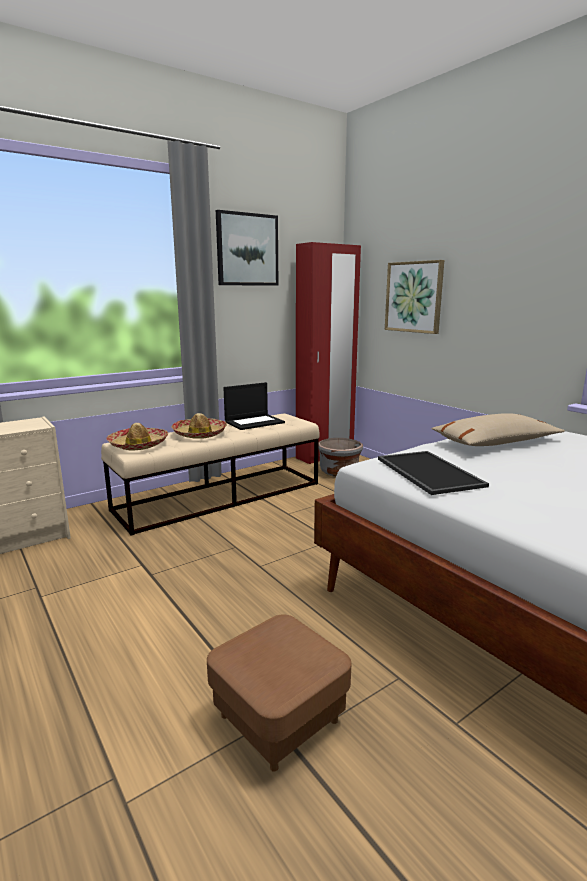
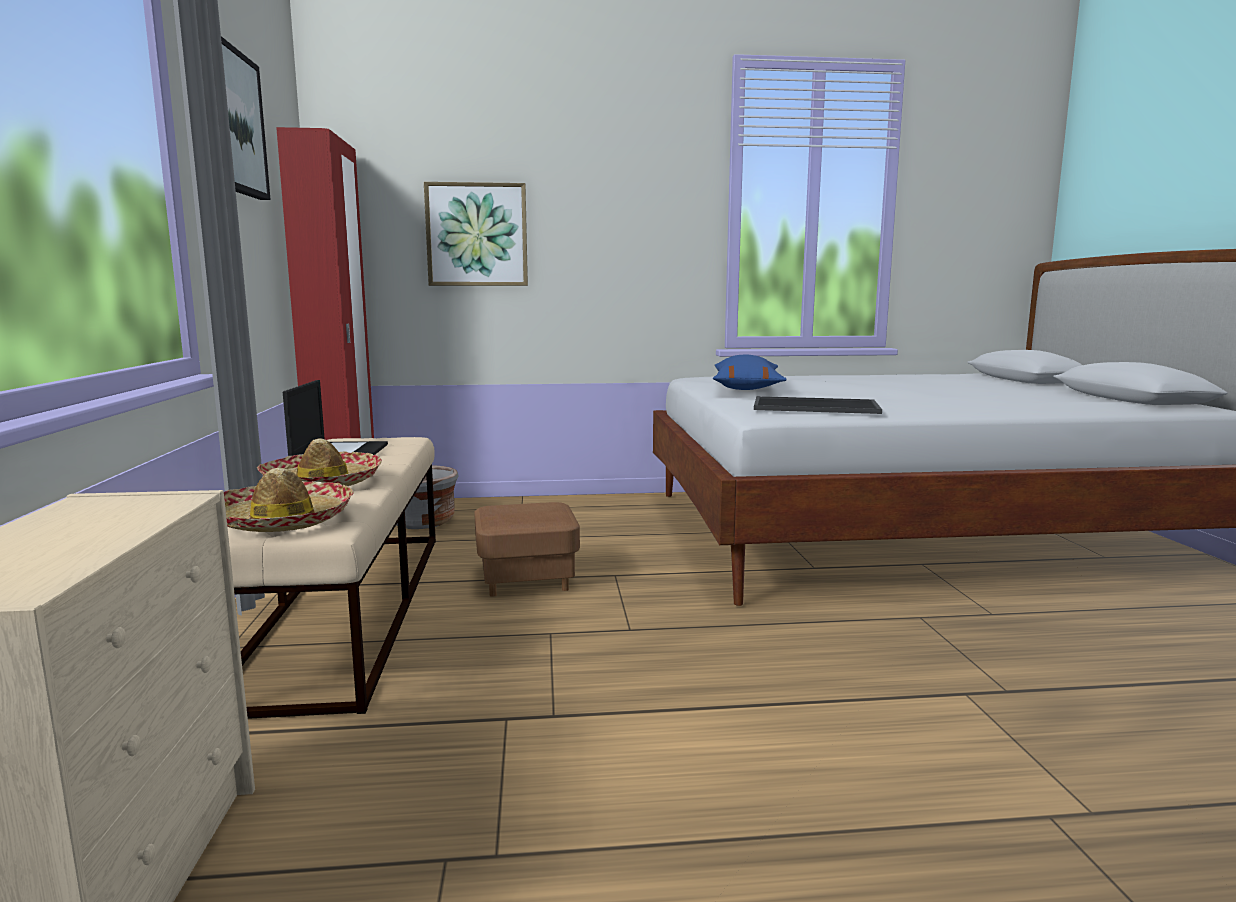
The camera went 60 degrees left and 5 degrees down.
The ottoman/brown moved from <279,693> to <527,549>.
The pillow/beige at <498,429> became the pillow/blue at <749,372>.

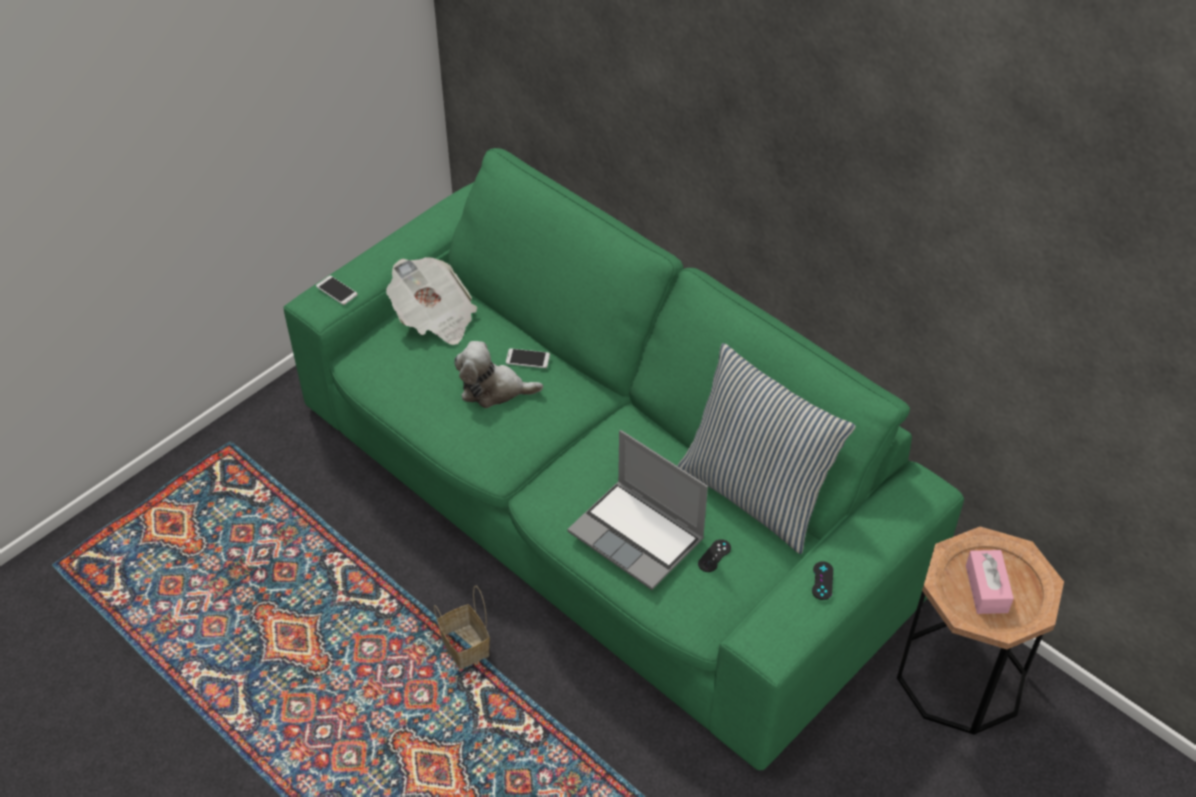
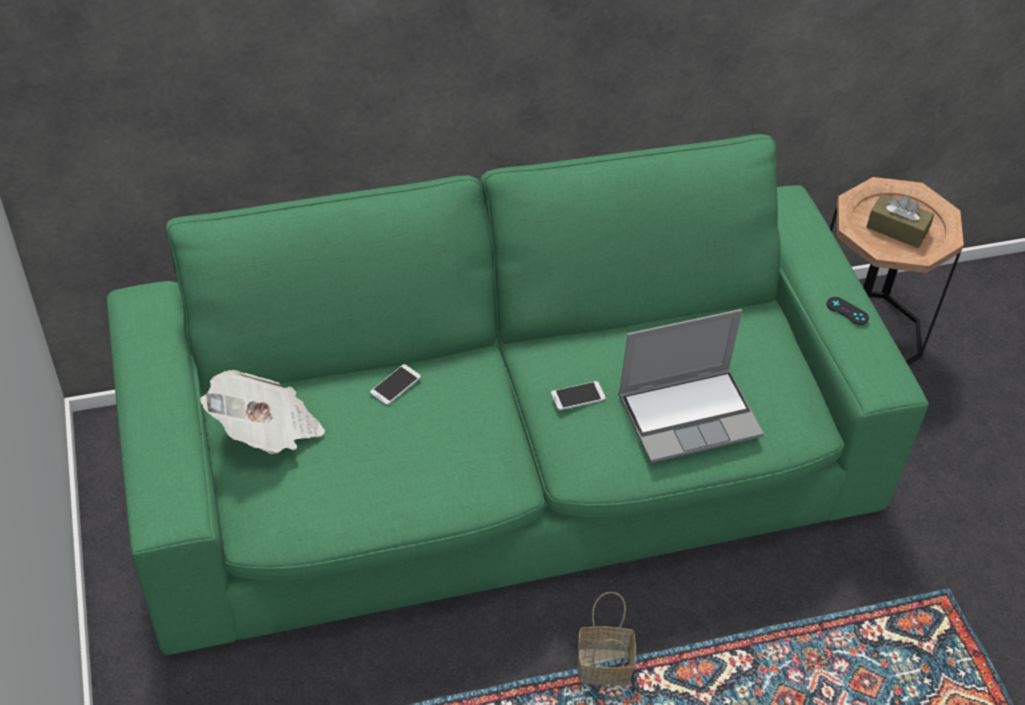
The camera went 60 degrees left and 0 degrees up.
The phone moved from <337,290> to <578,395>.
The tissue box/pink at <990,582> became the tissue box/brown at <900,221>.
The plush toy at <498,374> disappeared.
The pillow at <767,448> disappeared.
The game controller/black at <714,555> disappeared.

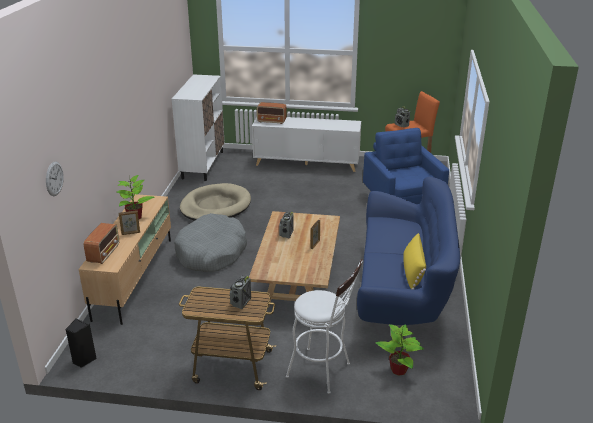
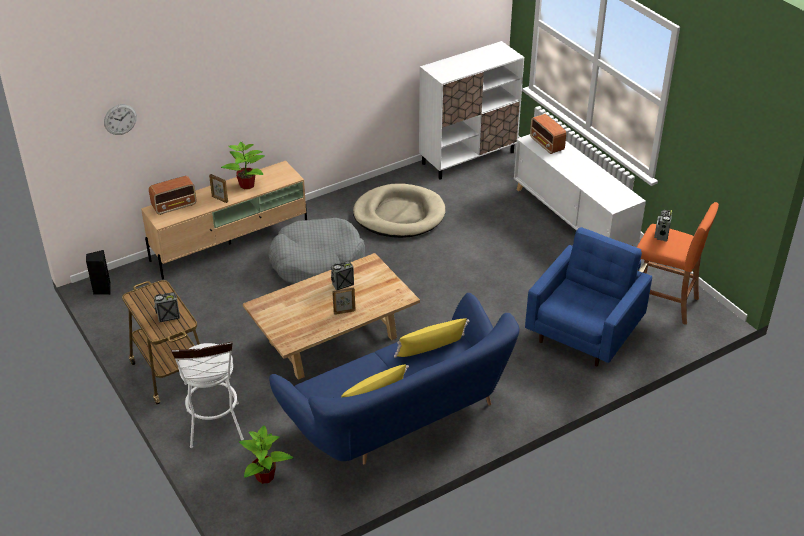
The camera went 50 degrees right and 10 degrees up.
The pillow/yellow at <431,338> appeared.

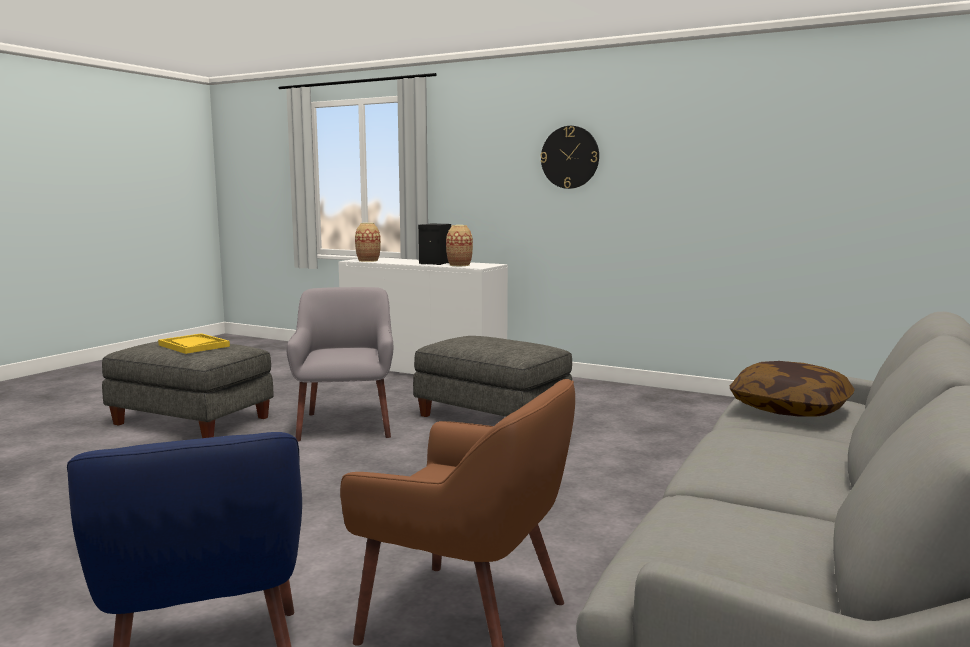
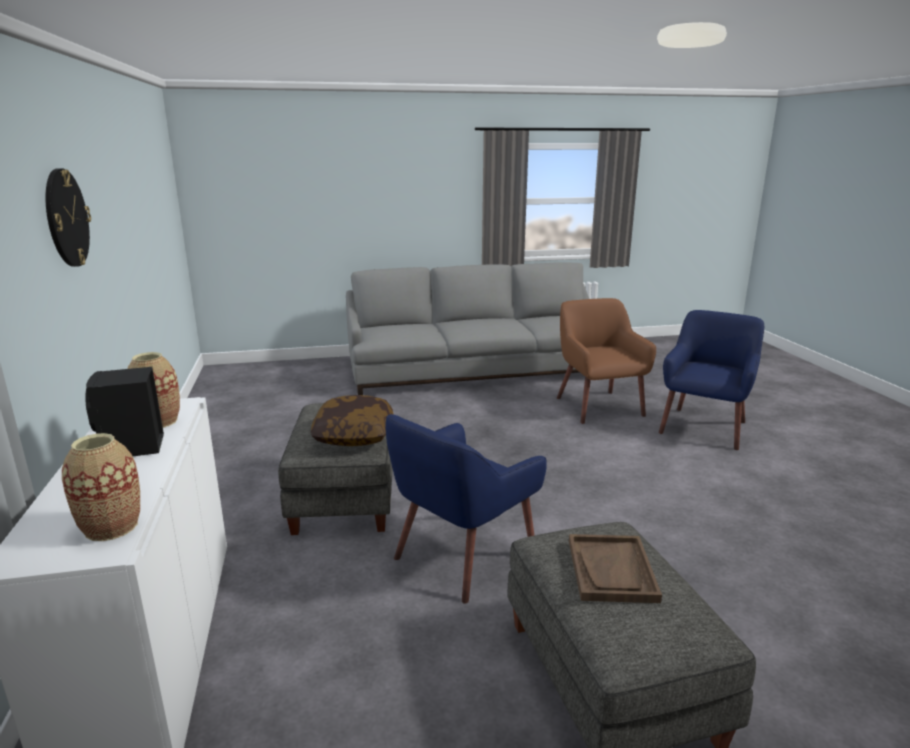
The camera went 130 degrees left and 10 degrees up.
The pillow moved from <792,389> to <352,420>.
The armchair/grey at <340,364> became the armchair/blue at <466,509>.
The tray/yellow at <194,343> became the tray/brown at <615,568>.

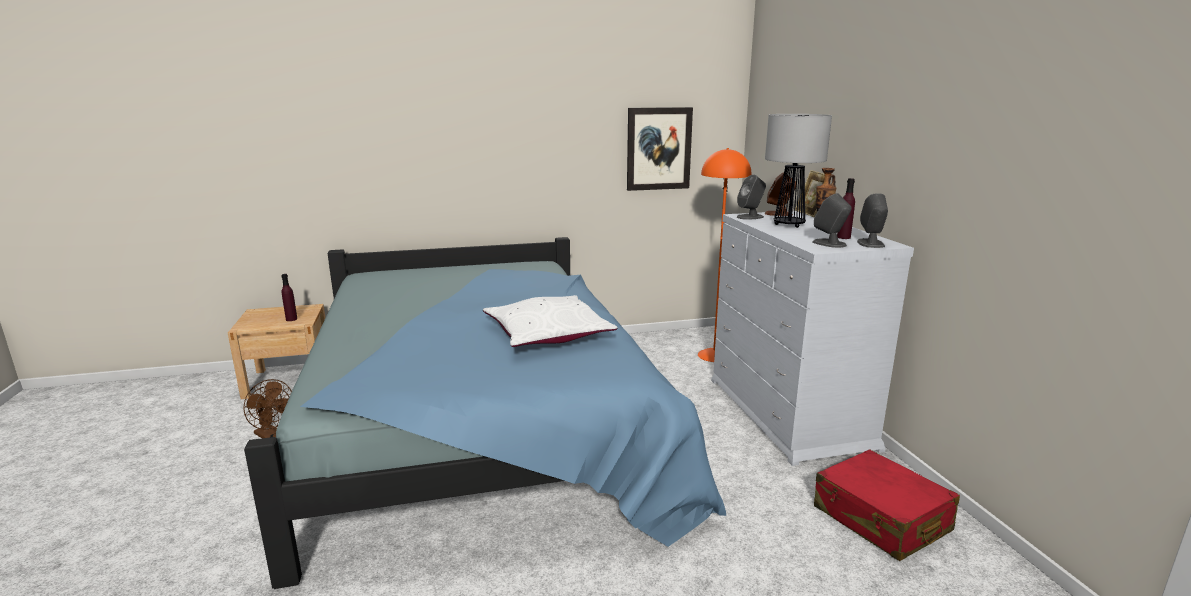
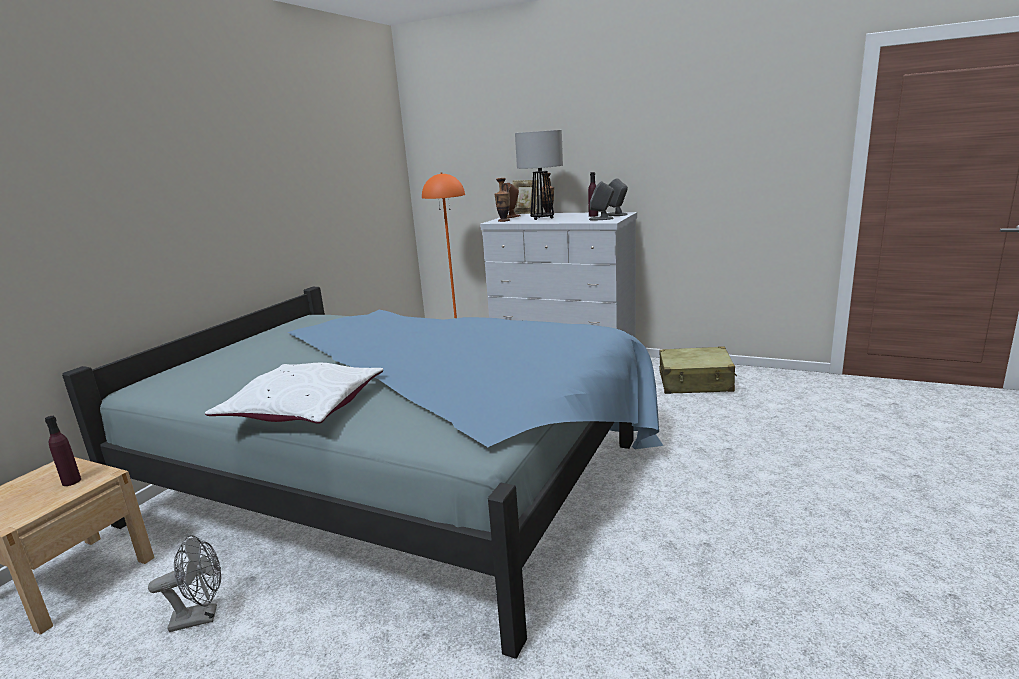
The camera went 50 degrees left and 0 degrees up.
The fan/brown at <267,408> became the fan/grey at <184,583>.
The pillow/white moved from <550,321> to <294,393>.
The speaker/grey at <751,197> was replaced by the vase at <502,200>.
The suitcase/red at <887,505> became the suitcase/beige at <698,370>.
The picture at <660,149> disappeared.

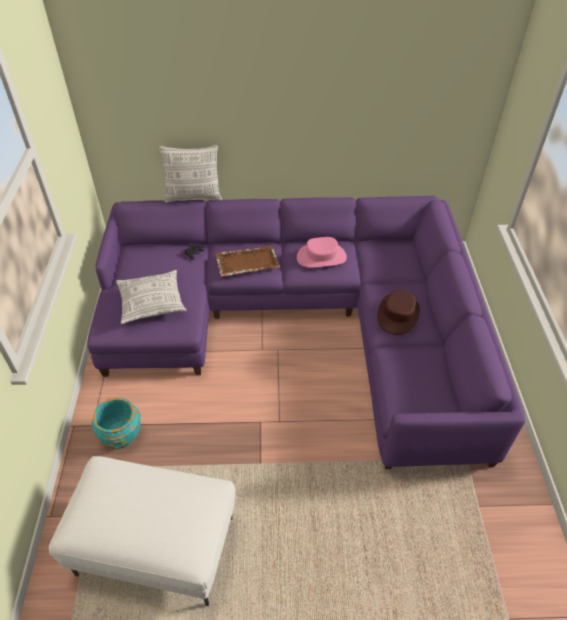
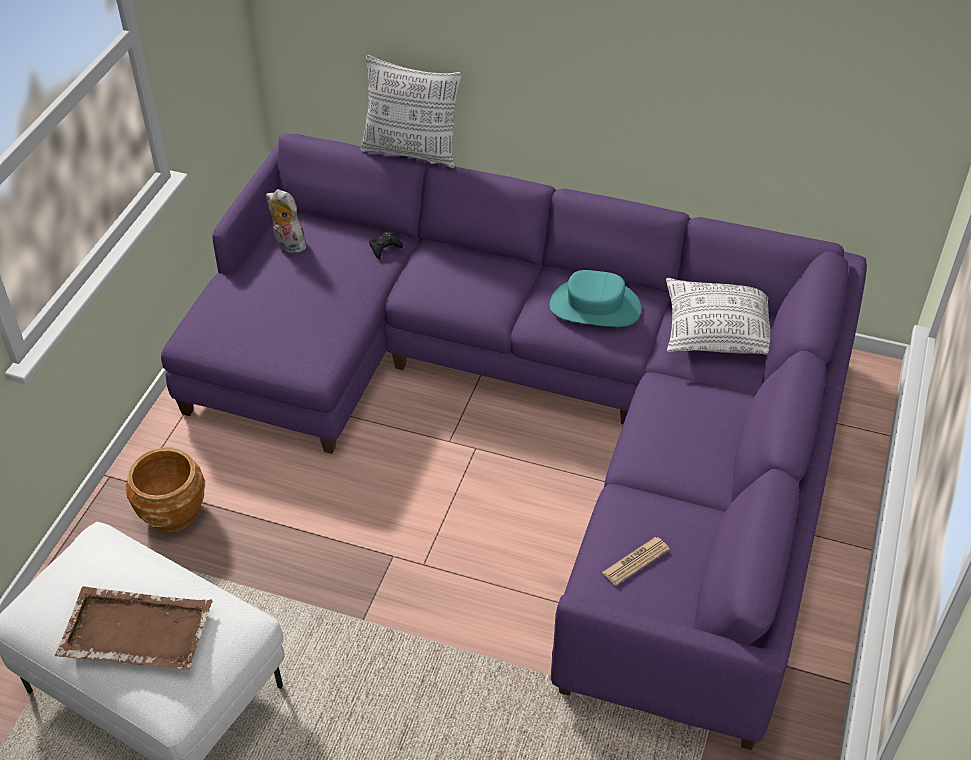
The camera went 20 degrees right and 0 degrees up.
The tray/brown moved from <247,261> to <134,628>.
The planter/turquoise at <116,423> became the planter/brown at <165,490>.
The plush toy at <287,221> appeared.
The hat/pink at <322,252> became the hat/turquoise at <595,298>.
The newspaper at <636,561> appeared.
The pillow moved from <151,297> to <718,316>.
The hat/brown at <398,312> disappeared.

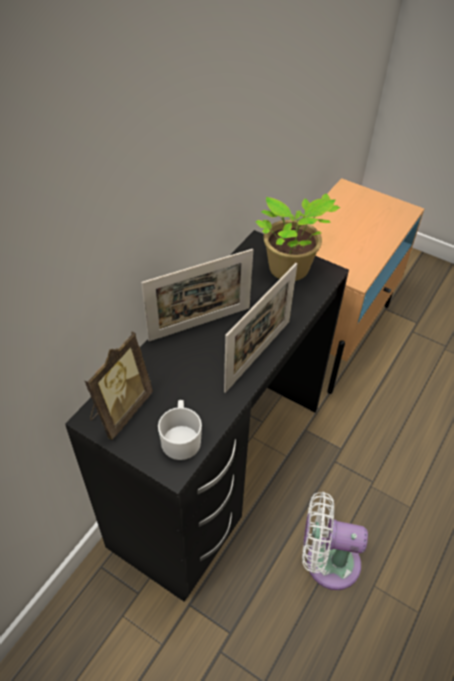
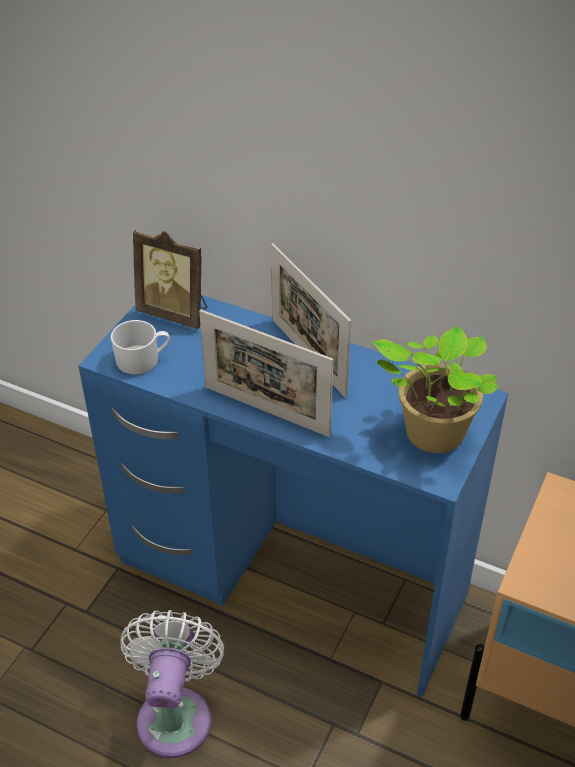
The camera went 85 degrees right and 5 degrees down.
The desk/black at <207,416> became the desk/blue at <293,496>.

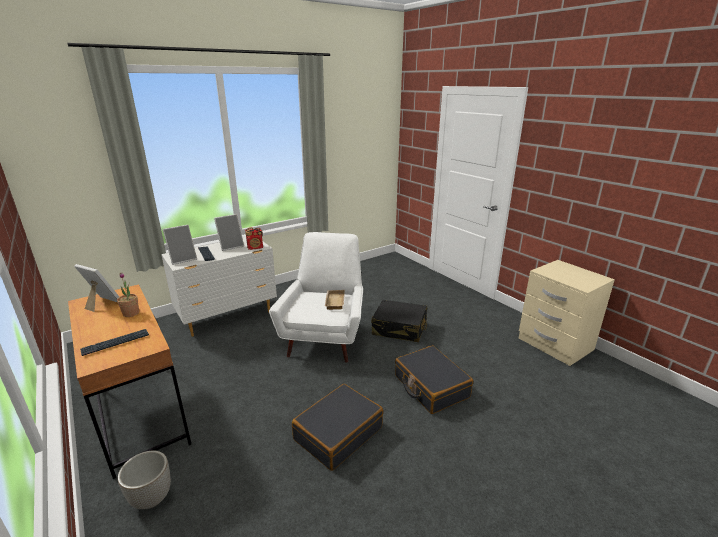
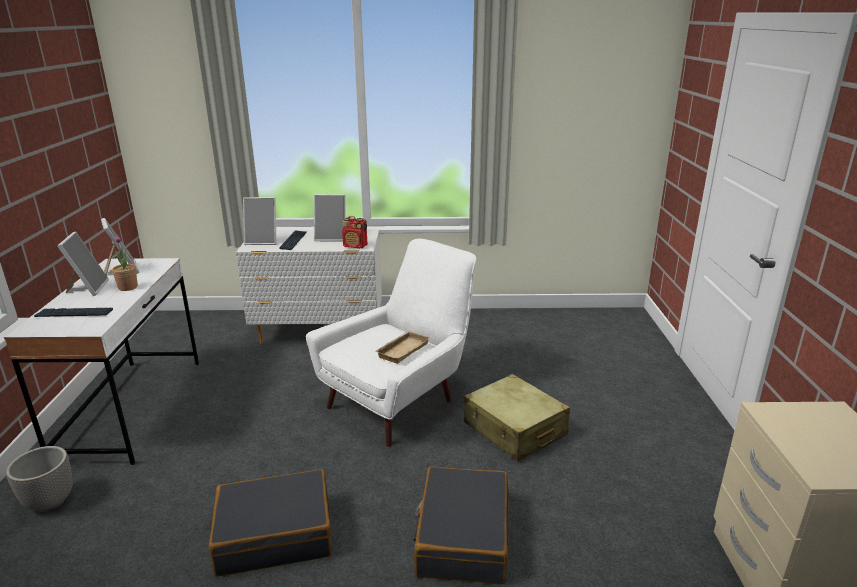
The camera went 35 degrees right and 0 degrees up.
The desk/brown at <129,381> became the desk/white at <101,361>.
The picture frame at <83,264> appeared.
The suitcase/black at <399,321> became the suitcase/beige at <517,417>.

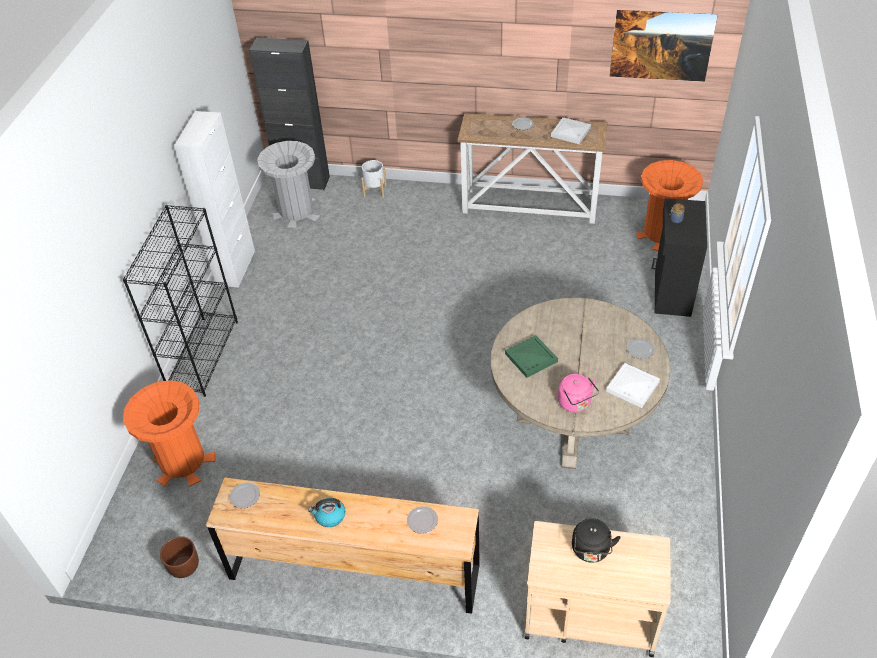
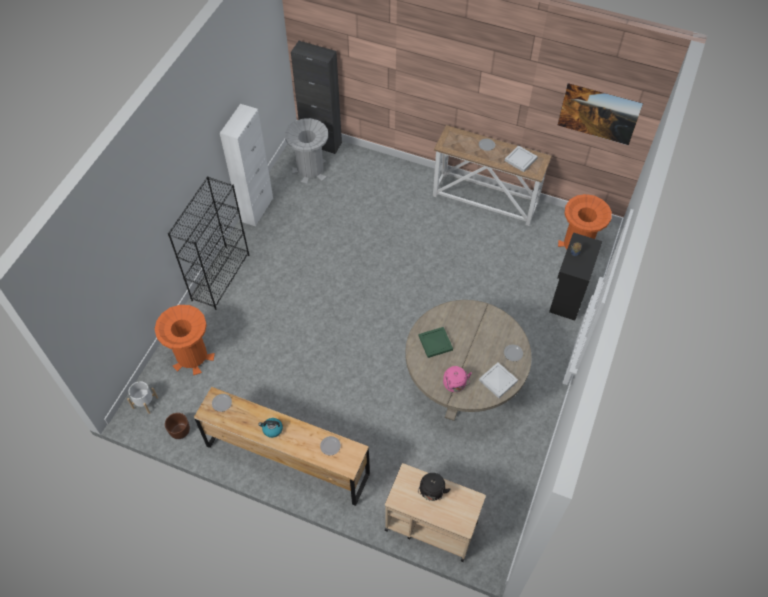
The camera went 10 degrees right and 10 degrees up.
The planter/white moved from <374,179> to <142,397>.

